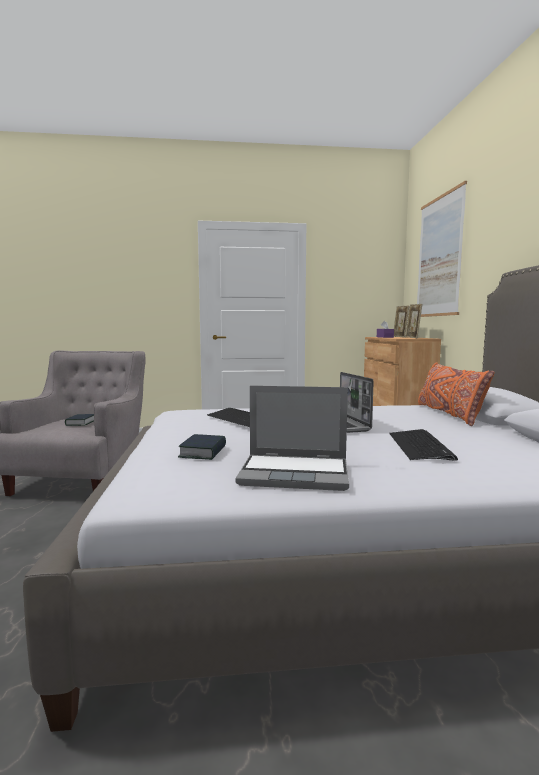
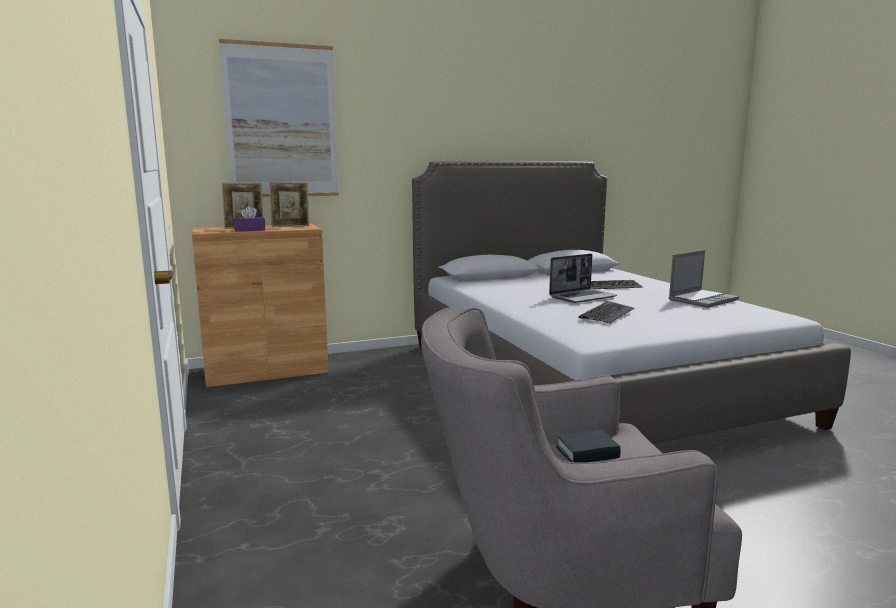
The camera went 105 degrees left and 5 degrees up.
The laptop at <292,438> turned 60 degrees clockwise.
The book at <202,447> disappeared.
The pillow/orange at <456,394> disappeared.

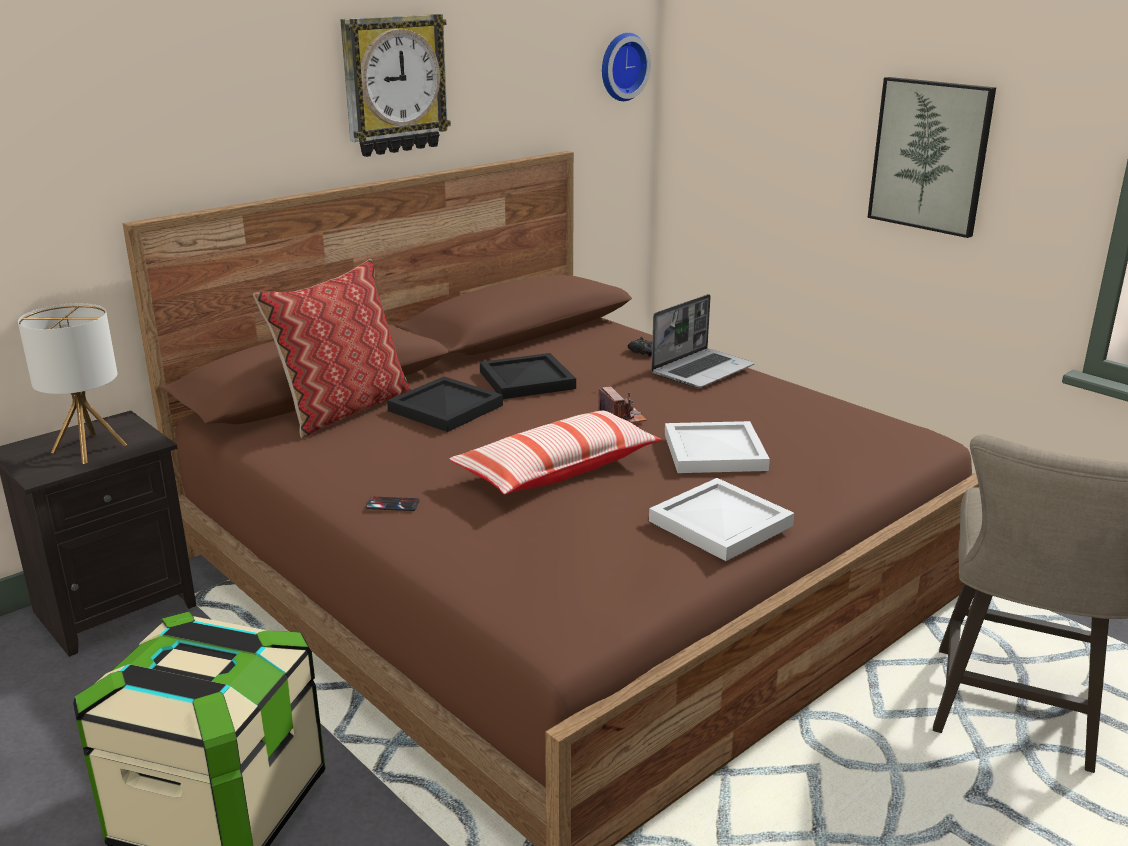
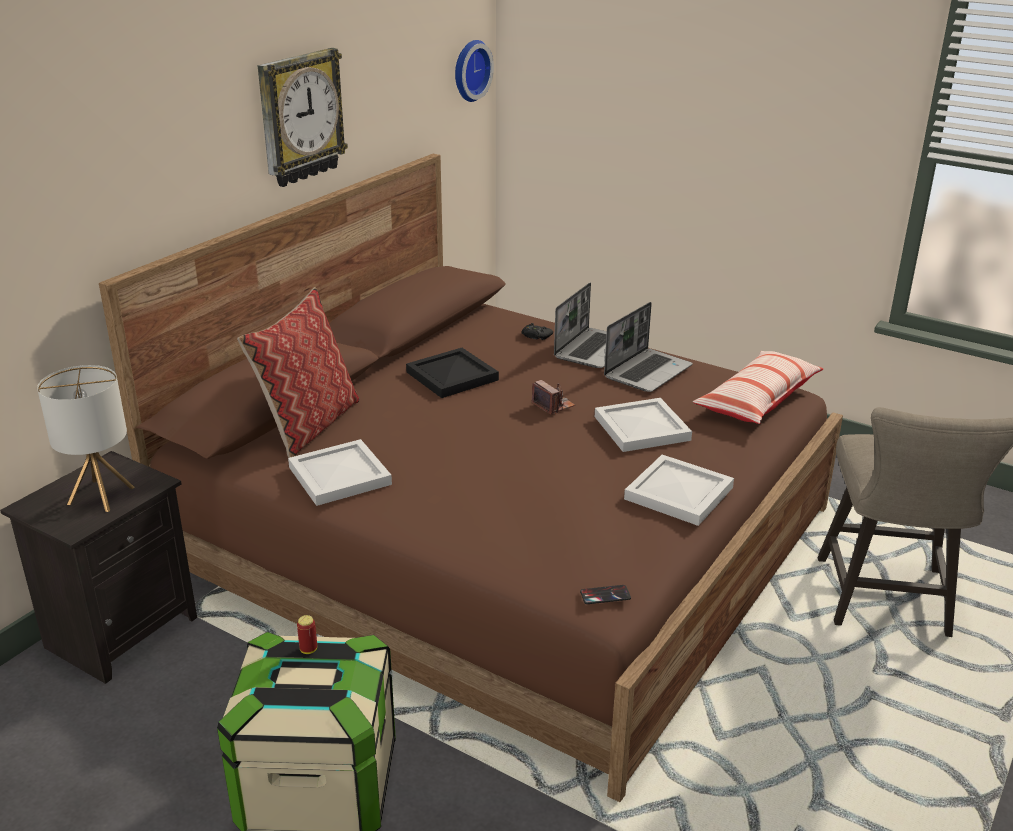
The camera went 15 degrees left and 5 degrees up.
The tray/white at <340,472> appeared.
The can at <307,634> appeared.
The phone moved from <393,504> to <605,594>.
The laptop at <648,347> appeared.
The pillow moved from <555,453> to <758,387>.
The tray/black at <445,404> disappeared.
The picture at <931,157> disappeared.

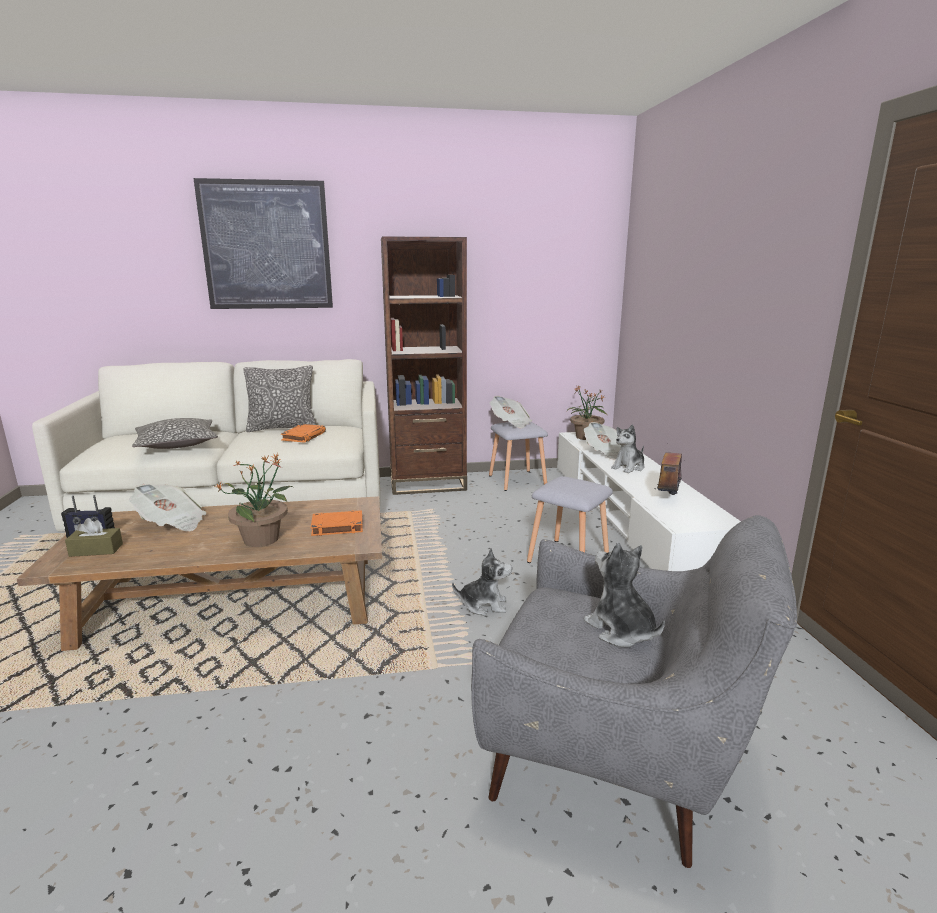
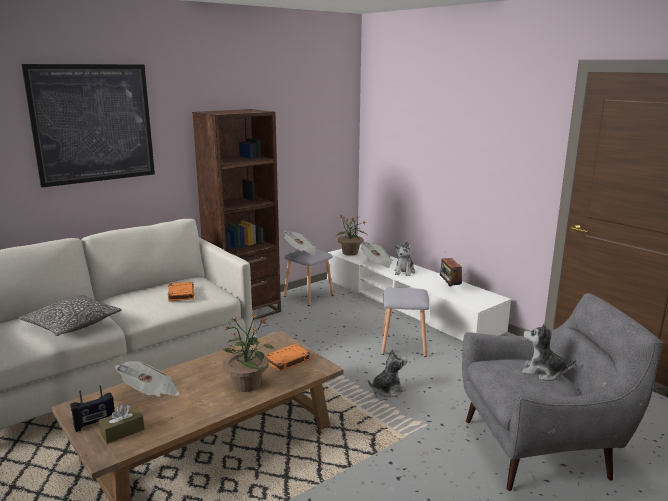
The camera went 30 degrees left and 0 degrees up.
The pillow at <279,398> disappeared.

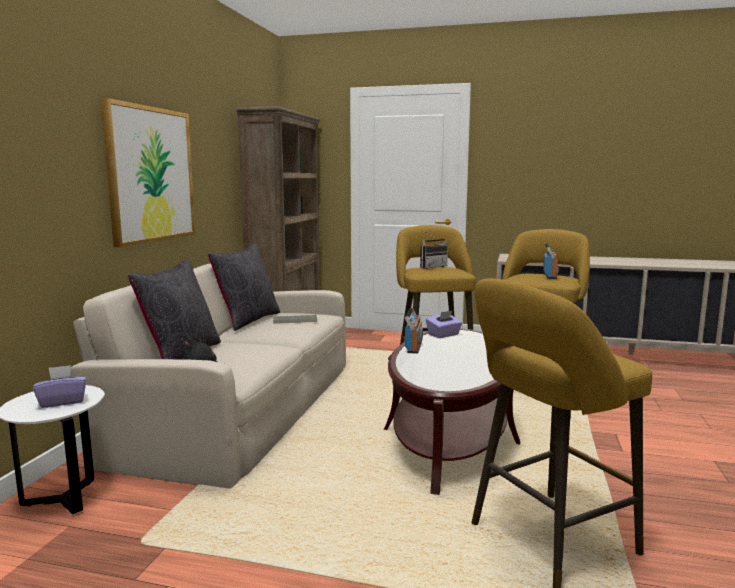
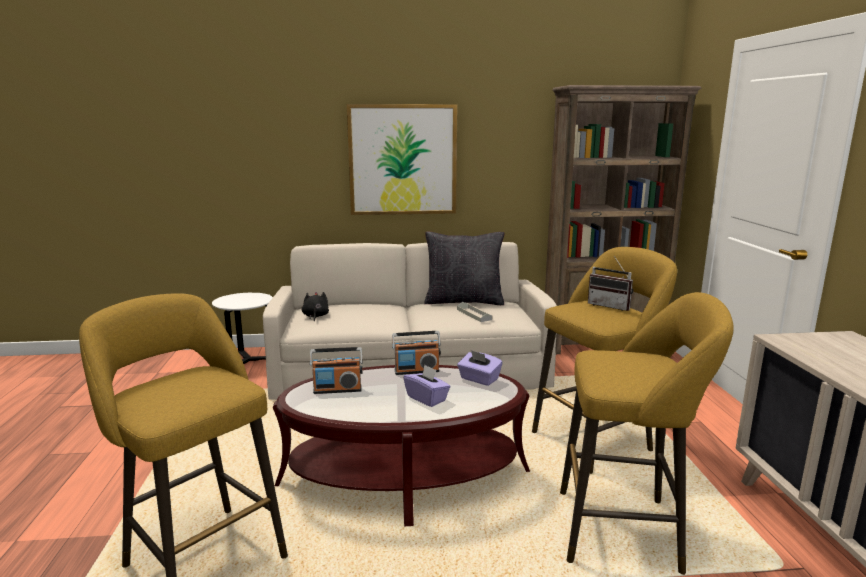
The camera went 70 degrees right and 5 degrees up.
The radio moved from <550,261> to <336,370>.
The tissue box/purple moved from <60,386> to <427,386>.
The pillow/black at <174,309> disappeared.

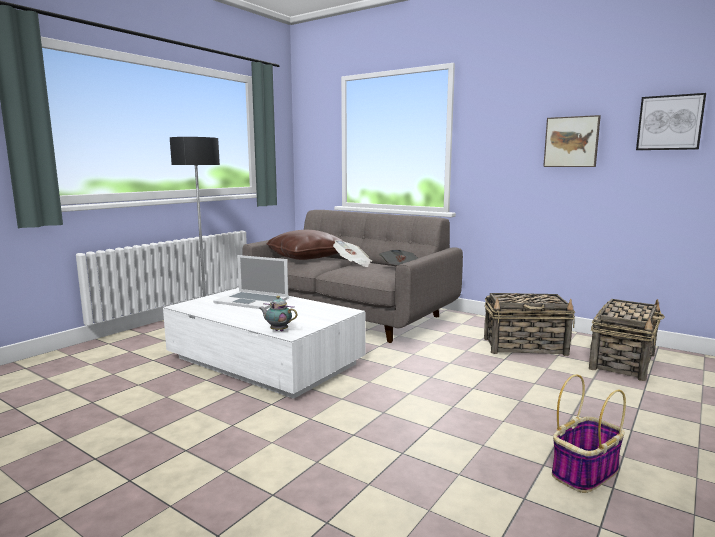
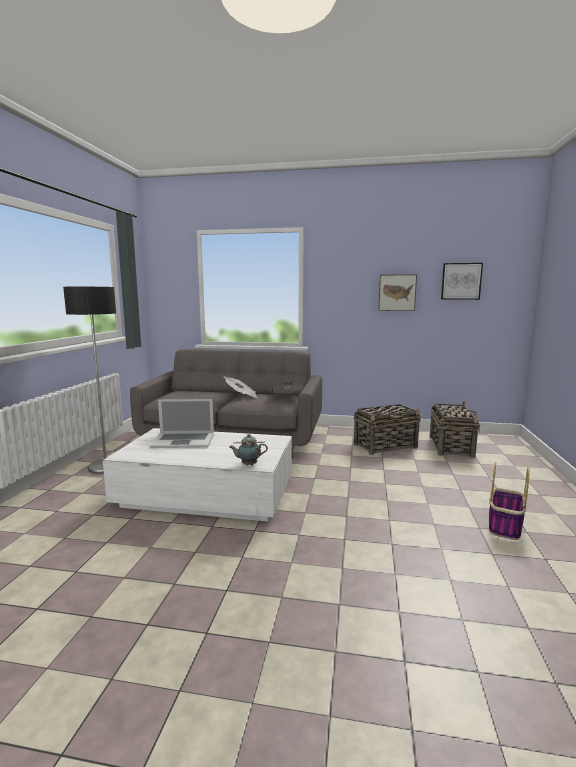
The camera went 25 degrees left and 0 degrees up.
The pillow/brown at <305,245> disappeared.

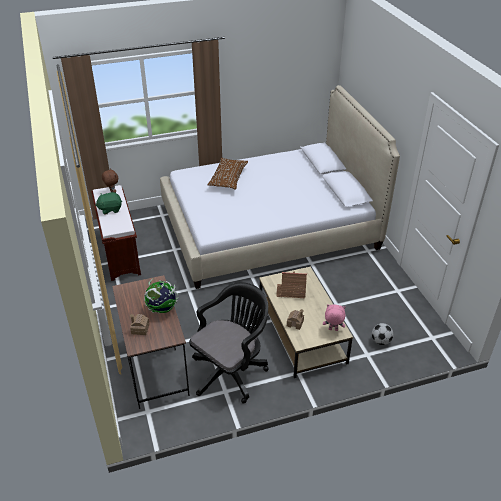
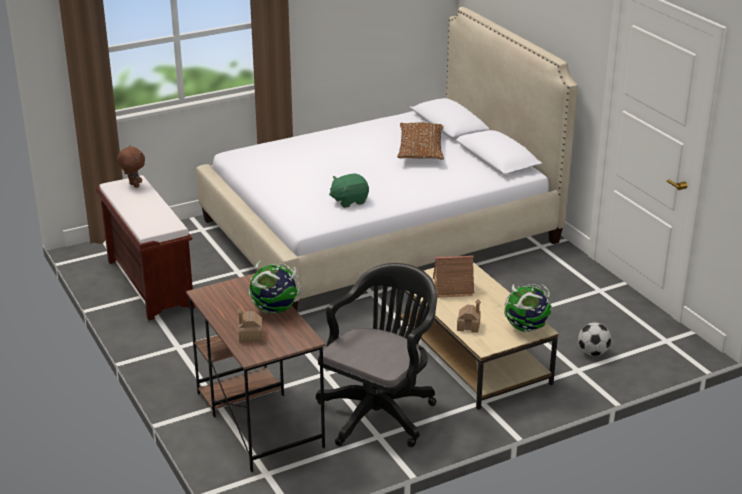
The camera went 10 degrees left and 10 degrees down.
The plush toy/green moved from <108,203> to <349,191>.
The pillow/brown moved from <227,174> to <420,141>.
The plush toy/pink at <334,317> was replaced by the globe at <528,308>.

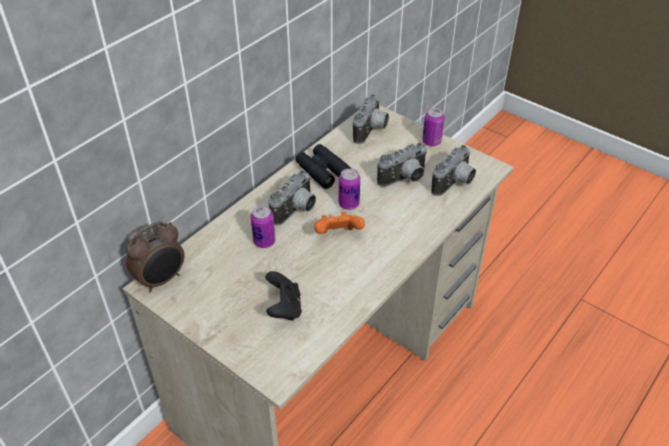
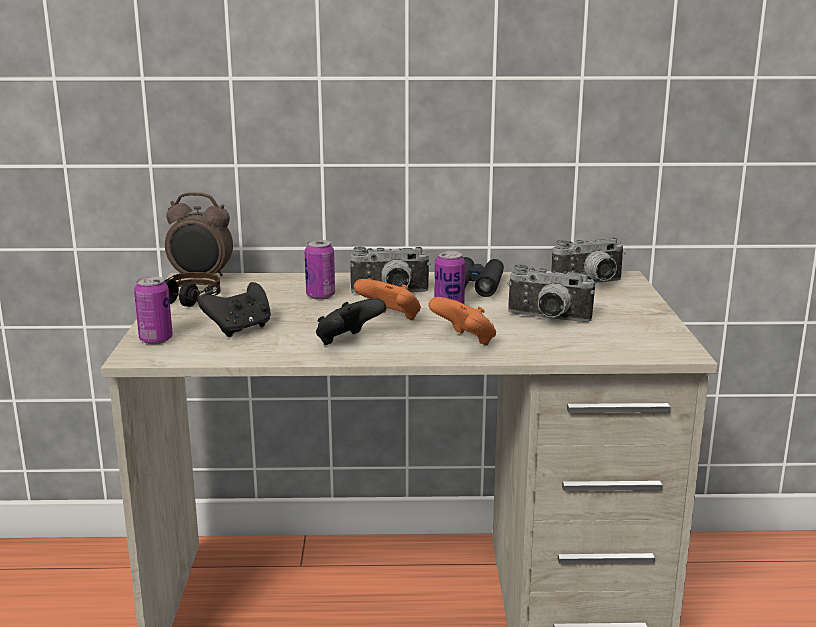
The camera went 50 degrees right and 25 degrees down.
The can moved from <433,127> to <153,310>.
The headphones at <193,289> appeared.
The game controller/black at <351,321> appeared.
The game controller/orange at <462,321> appeared.
The photo camera at <453,170> disappeared.

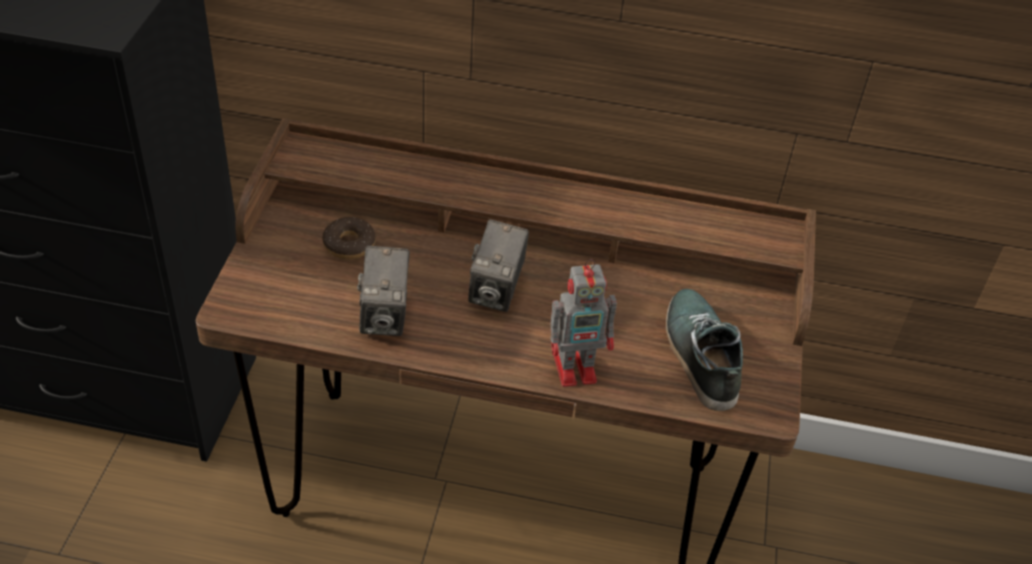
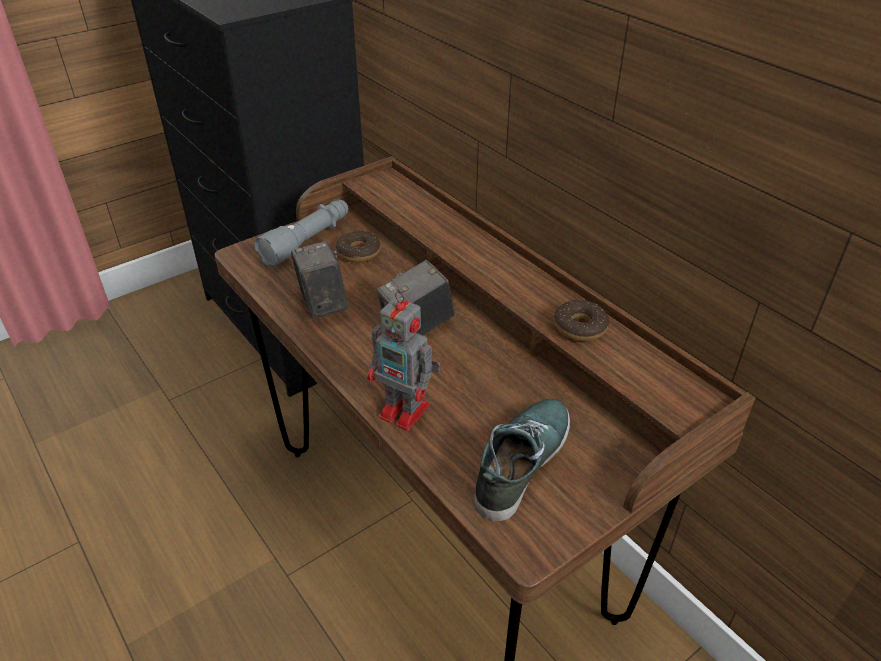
The camera went 45 degrees right and 5 degrees down.
The flashlight/grey at <301,233> appeared.
The photo camera at <383,291> turned 120 degrees clockwise.
The donut at <581,320> appeared.

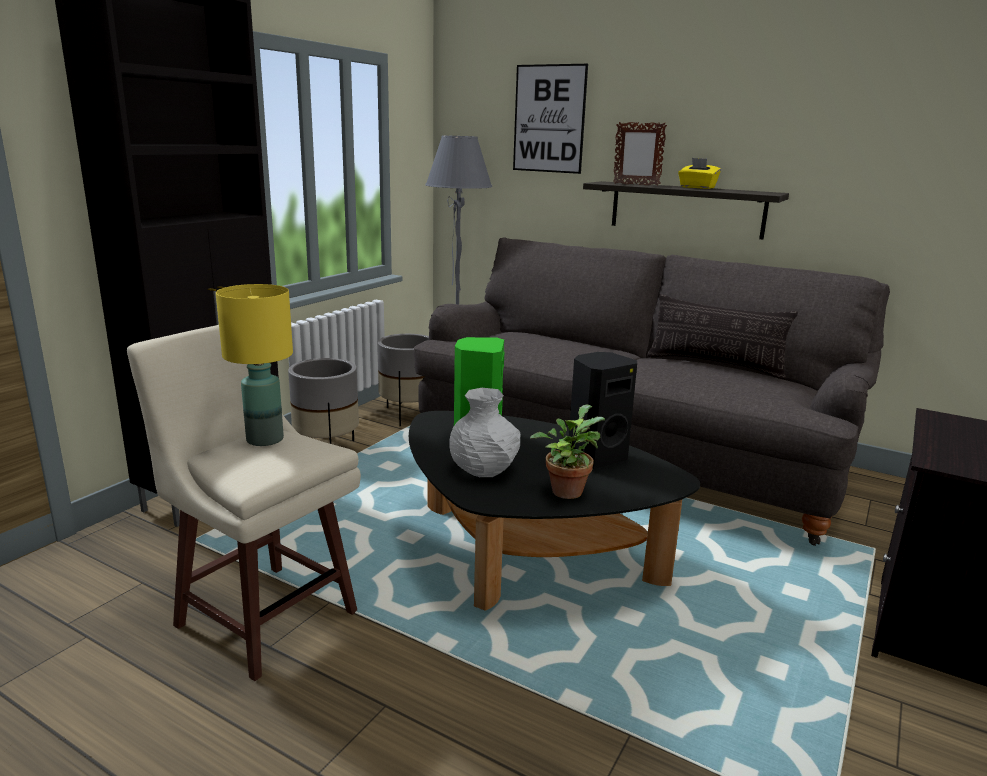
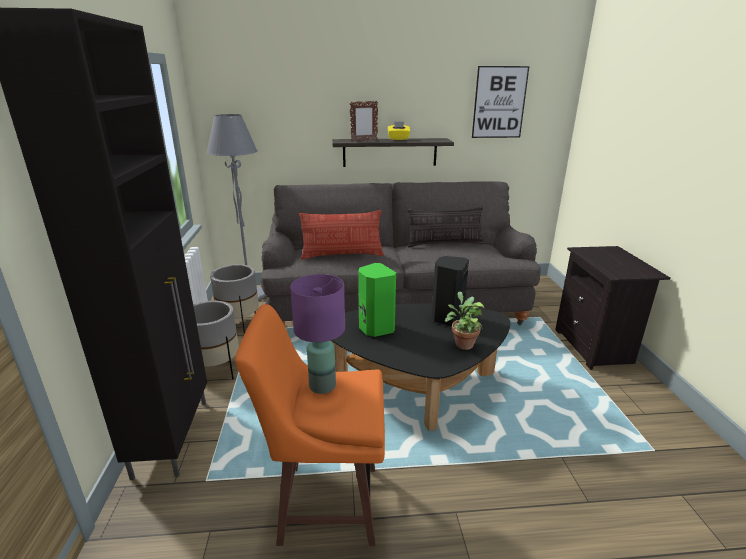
The camera went 35 degrees left and 5 degrees up.
The stool/beige at <244,503> became the stool/orange at <310,425>.
The table lamp/yellow at <254,365> became the table lamp/purple at <317,334>.
The pillow at <341,234> appeared.
The picture moved from <550,119> to <500,102>.
The vase/white at <485,432> disappeared.

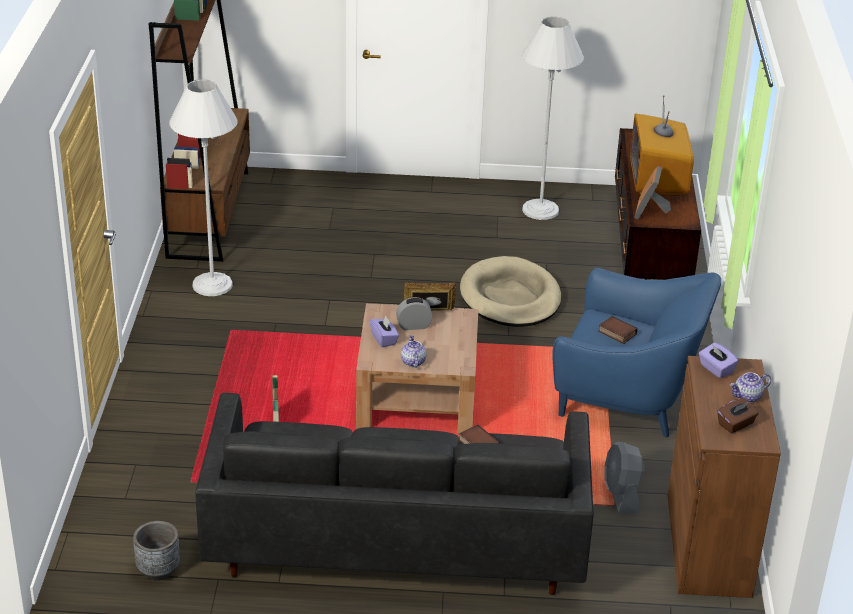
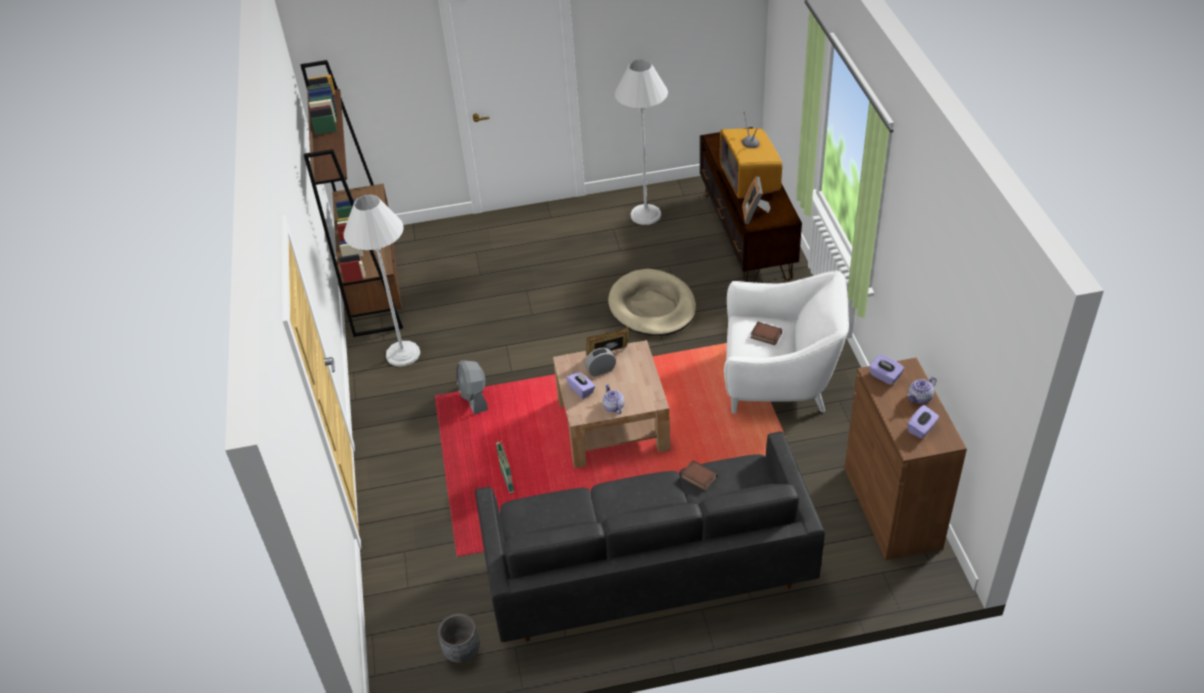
The camera went 10 degrees left and 10 degrees up.
The fan/grey moved from <624,478> to <472,387>.
The armchair/blue at <636,353> became the armchair/white at <786,342>.
The tissue box/brown at <738,416> became the tissue box/purple at <923,422>.

